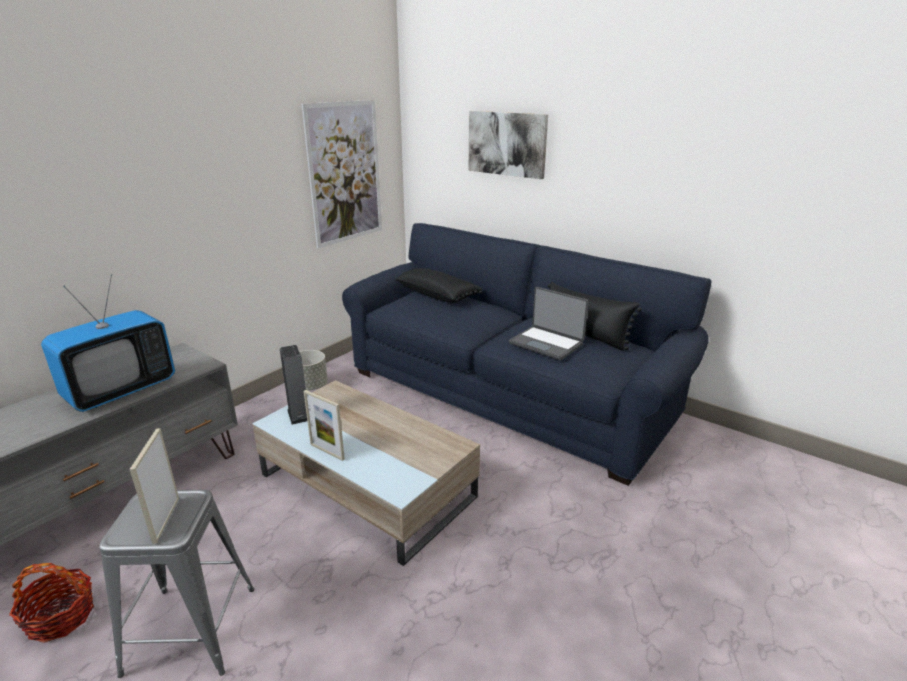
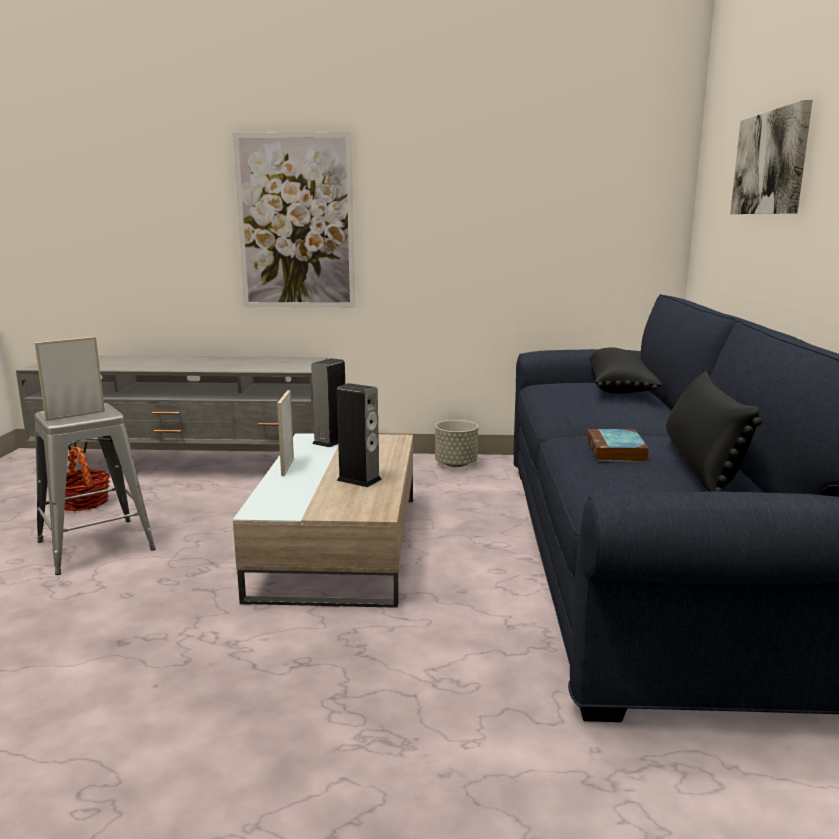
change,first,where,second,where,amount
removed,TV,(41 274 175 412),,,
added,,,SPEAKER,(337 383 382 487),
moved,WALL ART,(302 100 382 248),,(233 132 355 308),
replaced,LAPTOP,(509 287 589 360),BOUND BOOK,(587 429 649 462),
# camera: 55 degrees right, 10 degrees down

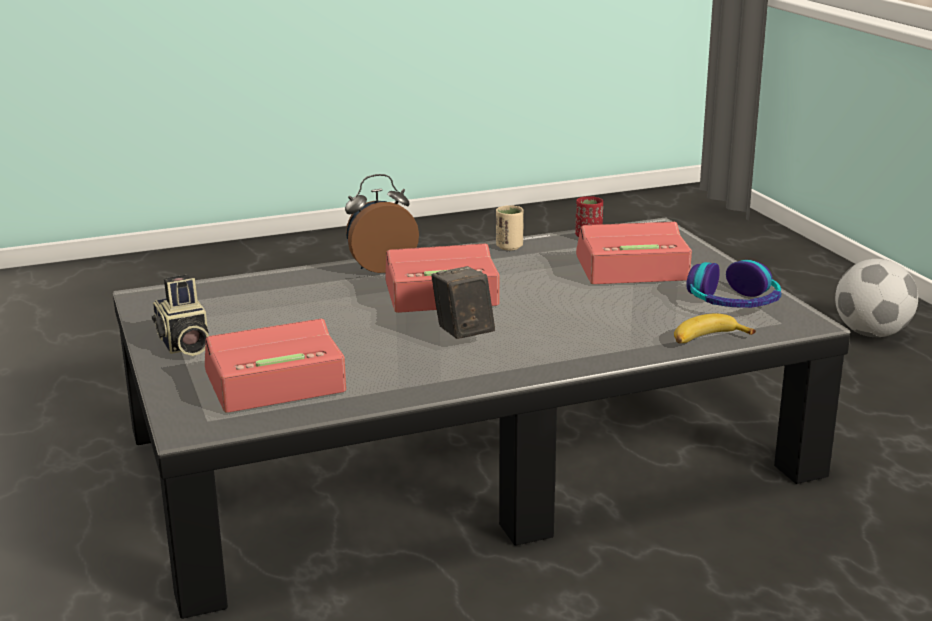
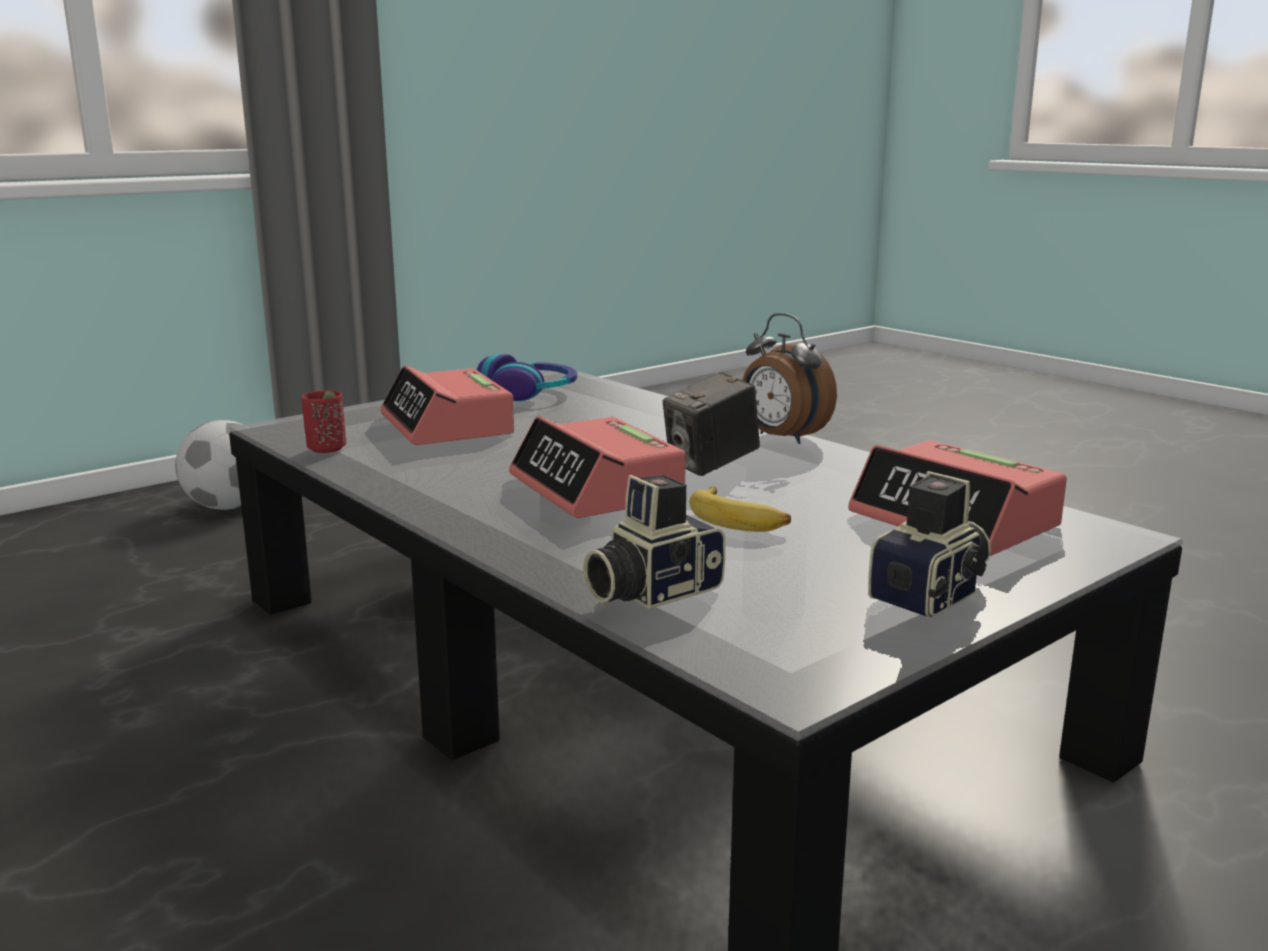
change,first,where,second,where,amount
removed,BEIGE SMALL CUP,(496 205 524 250),,,
added,,,PHOTO CAMERA,(583 475 725 609),
moved,ALARM CLOCK,(345 174 419 273),,(743 313 837 444),
moved,BANANA FRUIT,(674 313 756 343),,(689 487 791 532),
# camera: 110 degrees left, 5 degrees down

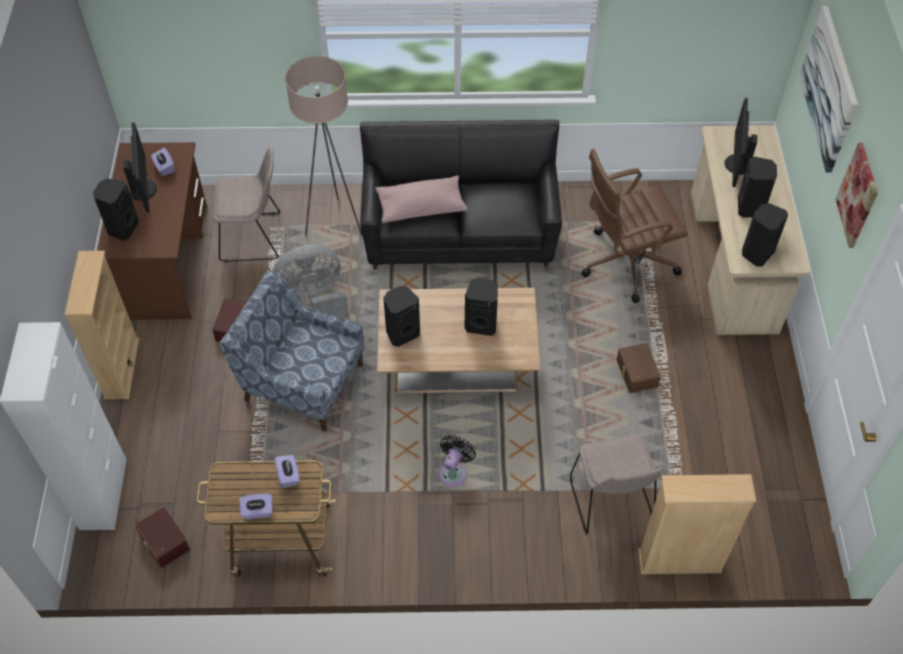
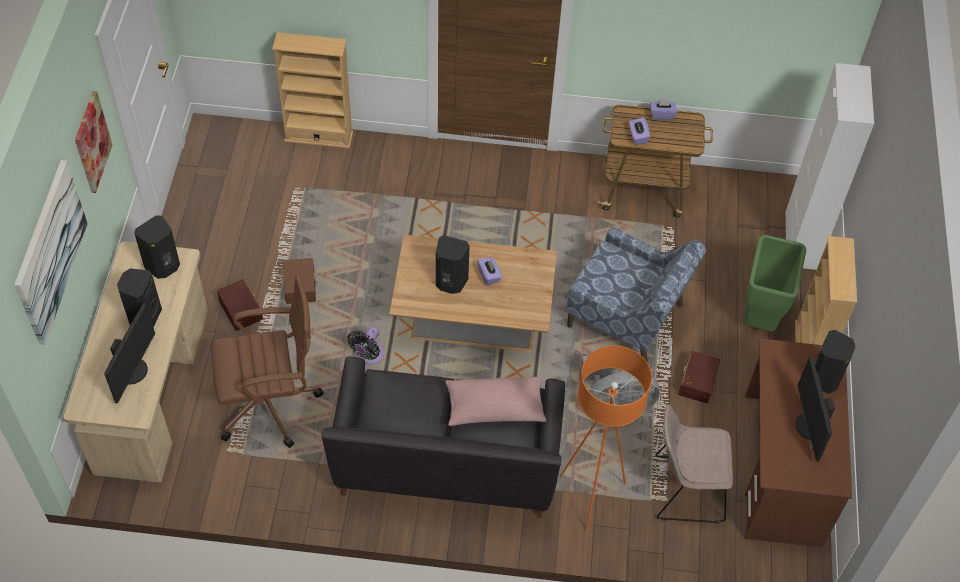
change,first,where,second,where,amount
removed,BLACK SPEAKER,(383 286 420 347),,,
removed,BEIGE CHAIR,(570 435 664 534),,,
added,,,GREENISH RUBBISH BIN,(744 235 806 332),
moved,BROWNISH STORAGE BOX,(135 507 190 568),,(217 279 263 331),
moved,PURPLE-COLOURED TISSUE HOLDER,(151 148 175 176),,(477 257 502 285),
moved,BLACK COOLING FAN,(439 435 476 487),,(347 326 384 364),
recoloured,BEIGE STANDING LAMP,(285 56 362 236),ORANGE-COLOURED STANDING LAMP,(560 346 652 531),
# camera: 175 degrees left, 0 degrees up

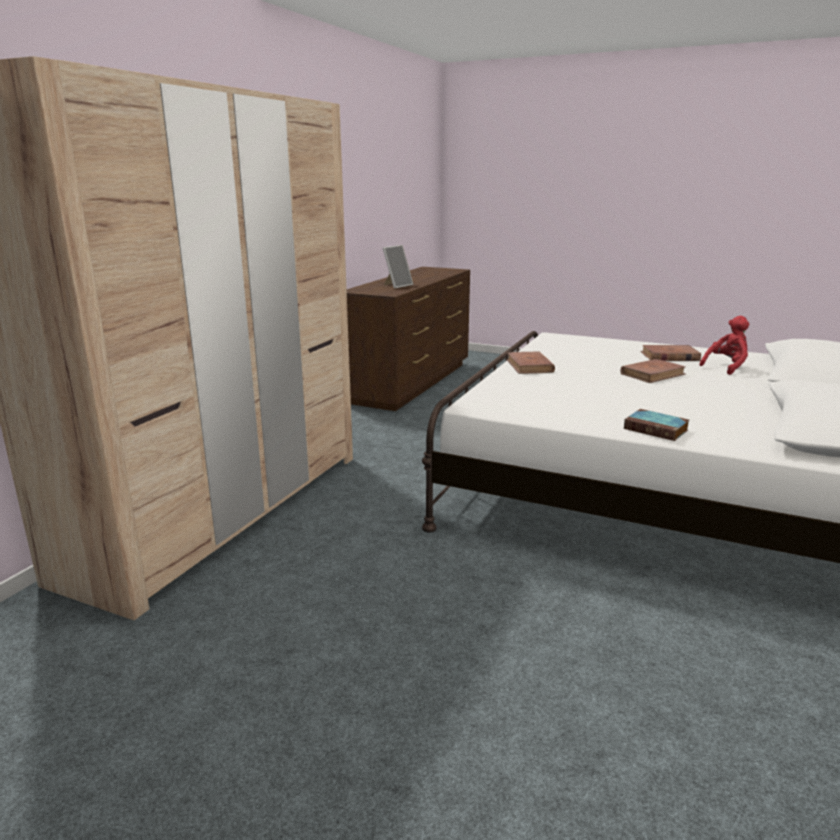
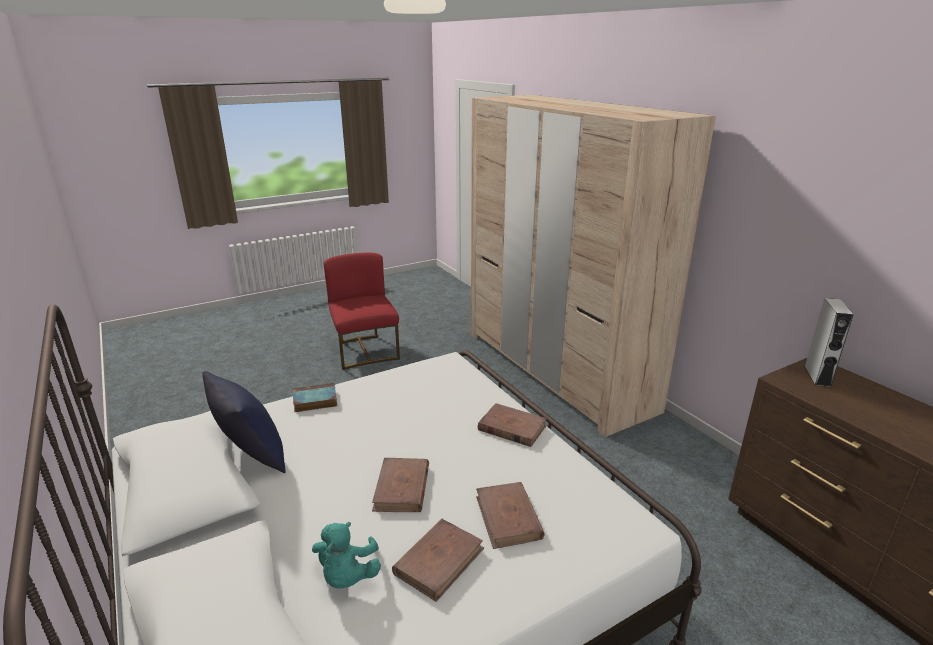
change,first,where,second,where,amount
removed,PICTURE FRAME,(383 245 413 289),,,
added,,,BLUISH THROW PILLOW,(202 371 286 473),
added,,,RED CHAIR,(324 253 400 370),
added,,,BROWNISH BOUND BOOK,(476 482 545 549),
added,,,GREY SPEAKER,(805 298 854 387),
recoloured,RED PLUSH TOY,(699 316 749 375),TURQUOISE-COLOURED PLUSH TOY,(312 522 381 588),
# camera: 125 degrees right, 5 degrees up

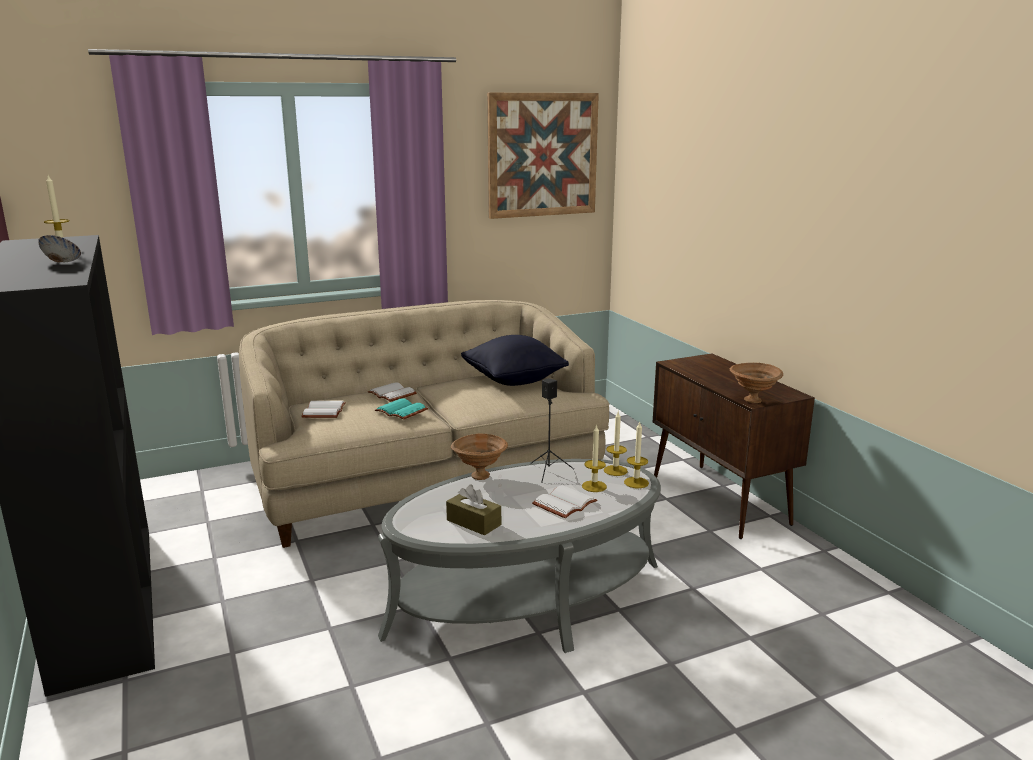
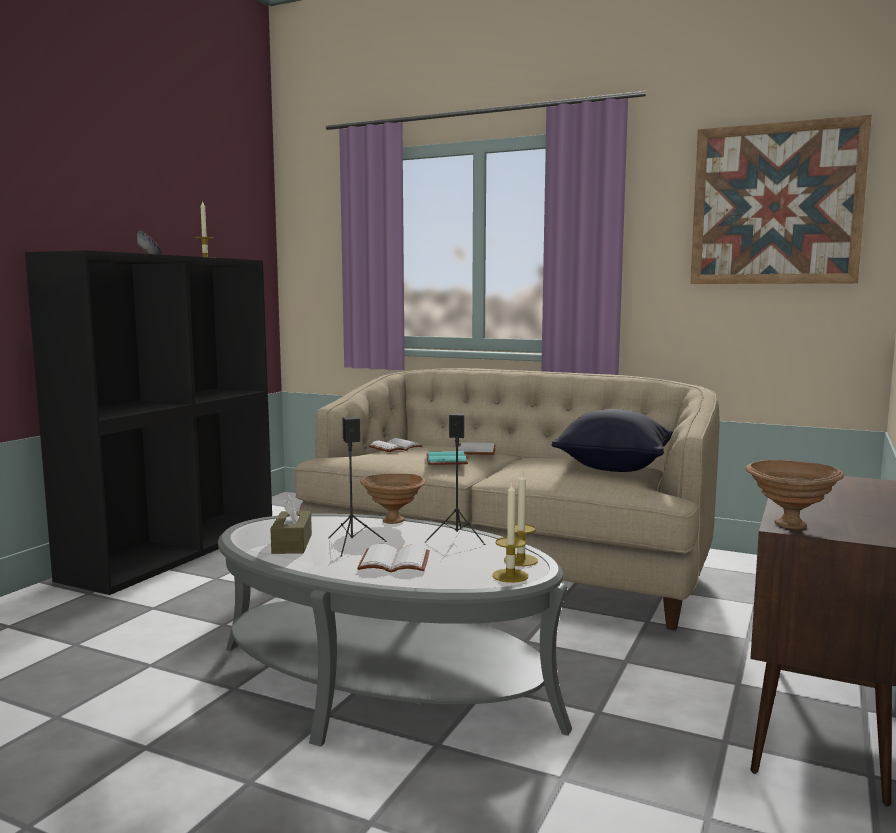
change,first,where,second,where,amount
removed,CANDLE,(582 424 607 492),,,
added,,,BLACK SPEAKER,(328 417 387 557),
# camera: 50 degrees right, 10 degrees down

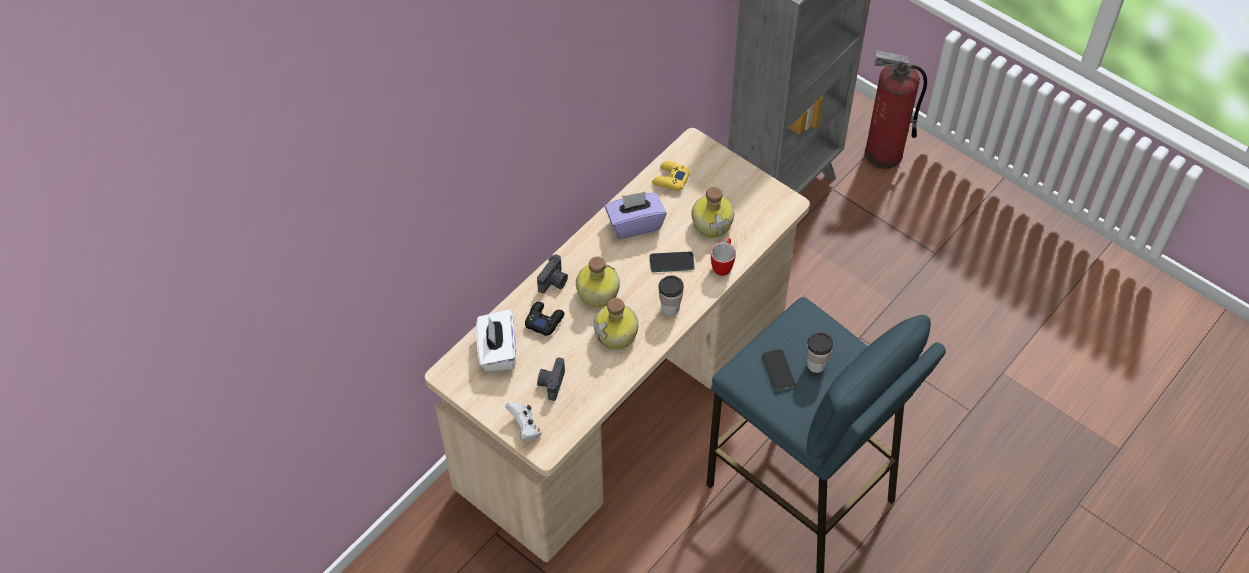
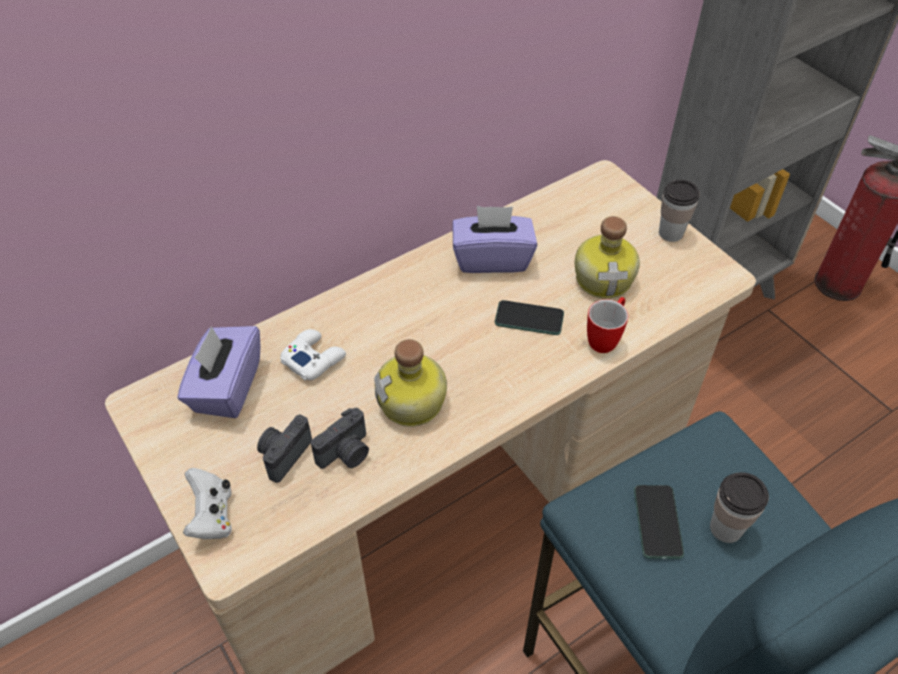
change,first,where,second,where,amount
removed,BEVERAGE BOTTLE,(576 256 620 308),,,
removed,YELLOW JOYPAD,(652 161 691 191),,,
moved,PHOTO CAMERA,(537 254 568 294),,(311 408 369 469),
moved,SMALL CUP,(658 275 684 316),,(659 180 700 242),
recoloured,WHITE TISSUE HOLDER,(476 309 516 371),PURPLE-COLOURED TISSUE HOLDER,(178 326 261 418),
recoloured,BLACK JOYPAD,(525 302 565 336),WHITE JOYPAD,(280 329 346 381),
# camera: 15 degrees right, 5 degrees down

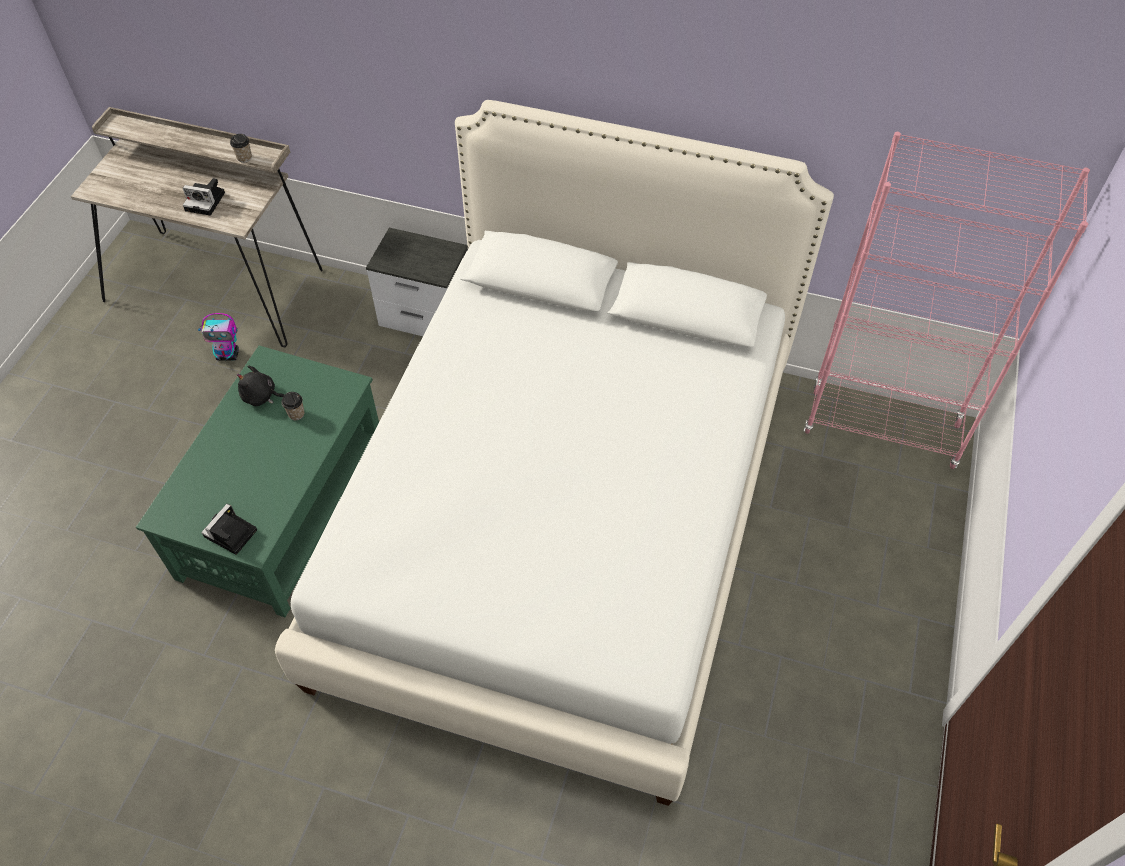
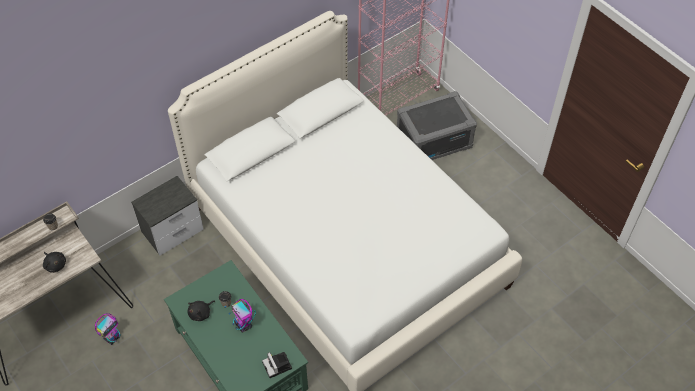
change,first,where,second,where,amount
added,,,TOY ROBOT,(224 299 256 333),
added,,,GREY STORAGE BOX,(397 91 477 160),
replaced,PHOTO CAMERA,(182 178 225 216),BLACK PLUSH TOY,(43 252 66 273),
# camera: 55 degrees left, 0 degrees up

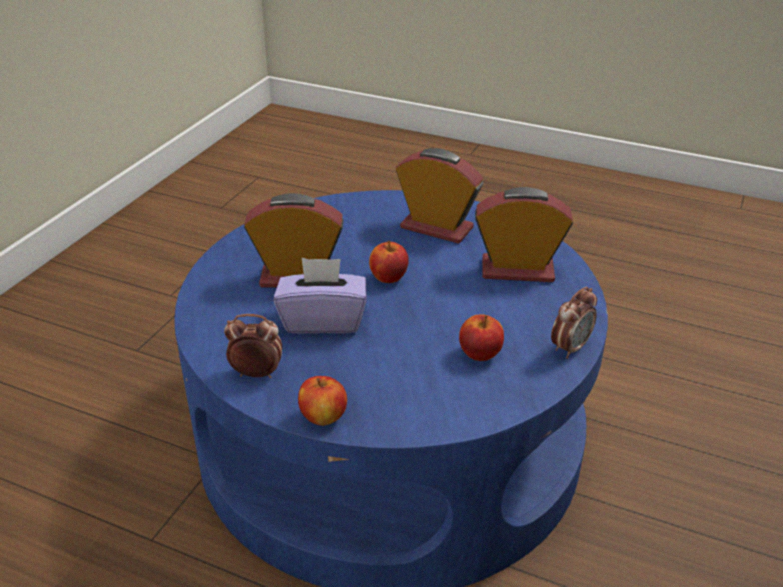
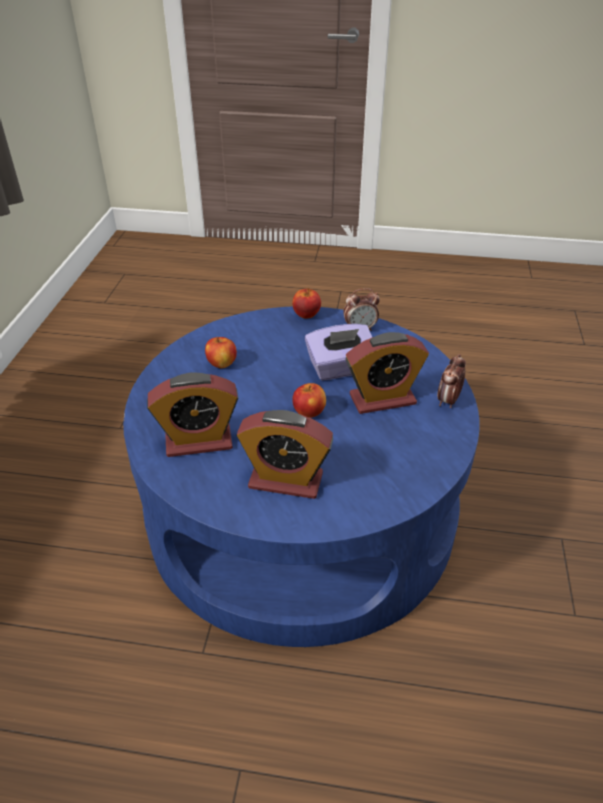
change,first,where,second,where,amount
moved,ALARM CLOCK,(551 287 597 359),,(437 354 466 408),
# camera: 165 degrees right, 5 degrees up

